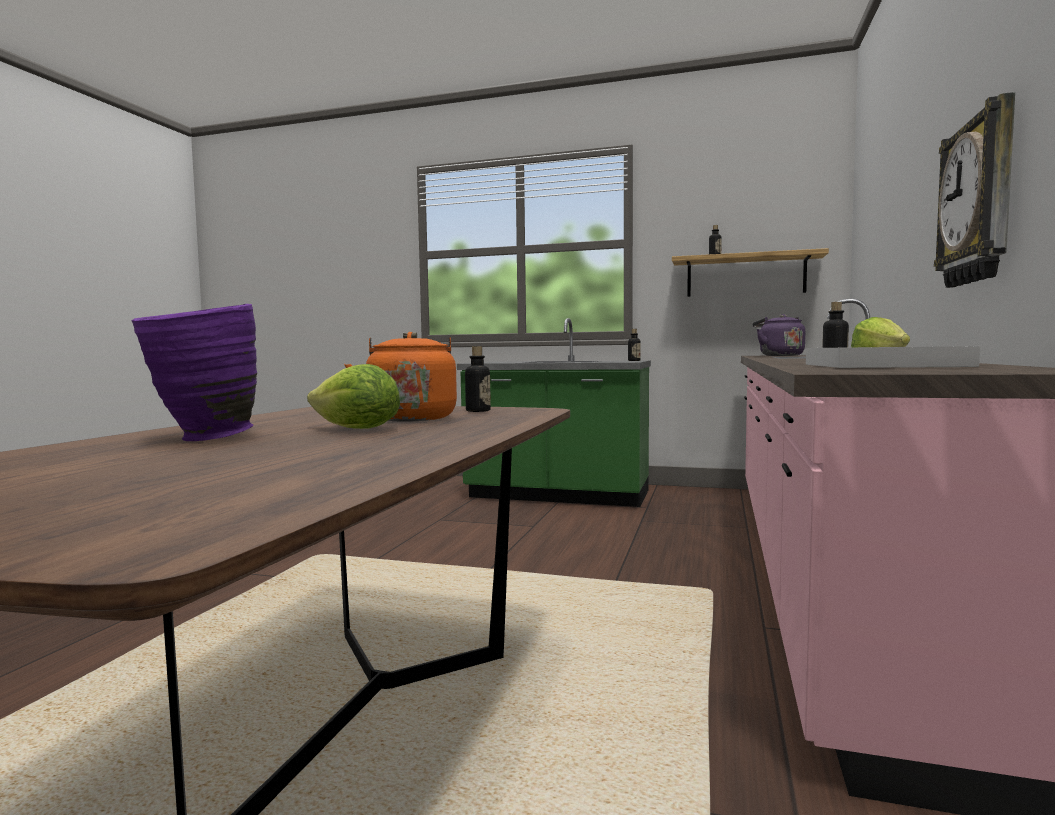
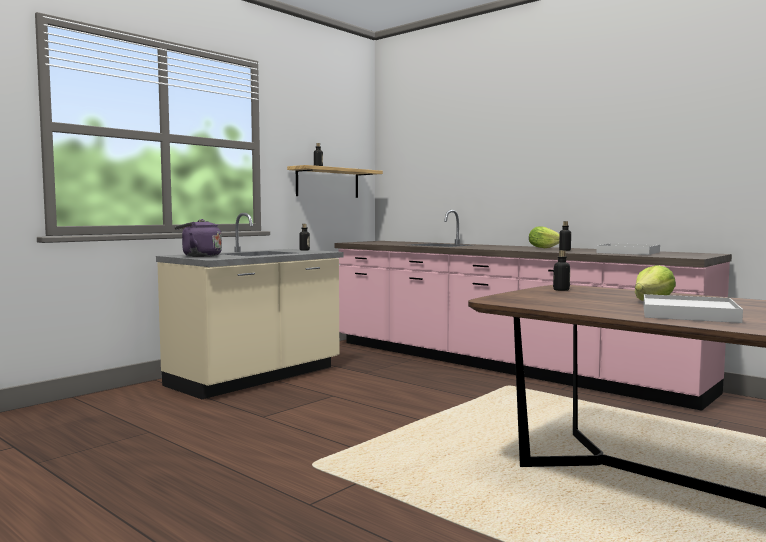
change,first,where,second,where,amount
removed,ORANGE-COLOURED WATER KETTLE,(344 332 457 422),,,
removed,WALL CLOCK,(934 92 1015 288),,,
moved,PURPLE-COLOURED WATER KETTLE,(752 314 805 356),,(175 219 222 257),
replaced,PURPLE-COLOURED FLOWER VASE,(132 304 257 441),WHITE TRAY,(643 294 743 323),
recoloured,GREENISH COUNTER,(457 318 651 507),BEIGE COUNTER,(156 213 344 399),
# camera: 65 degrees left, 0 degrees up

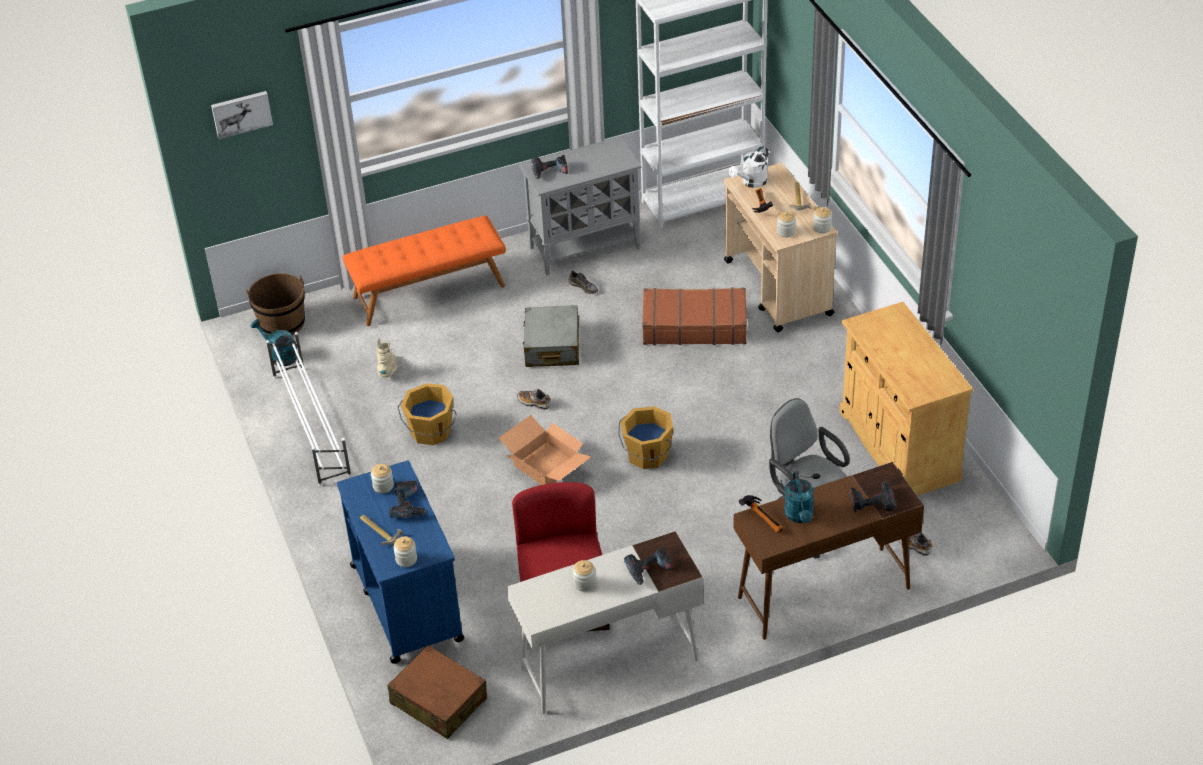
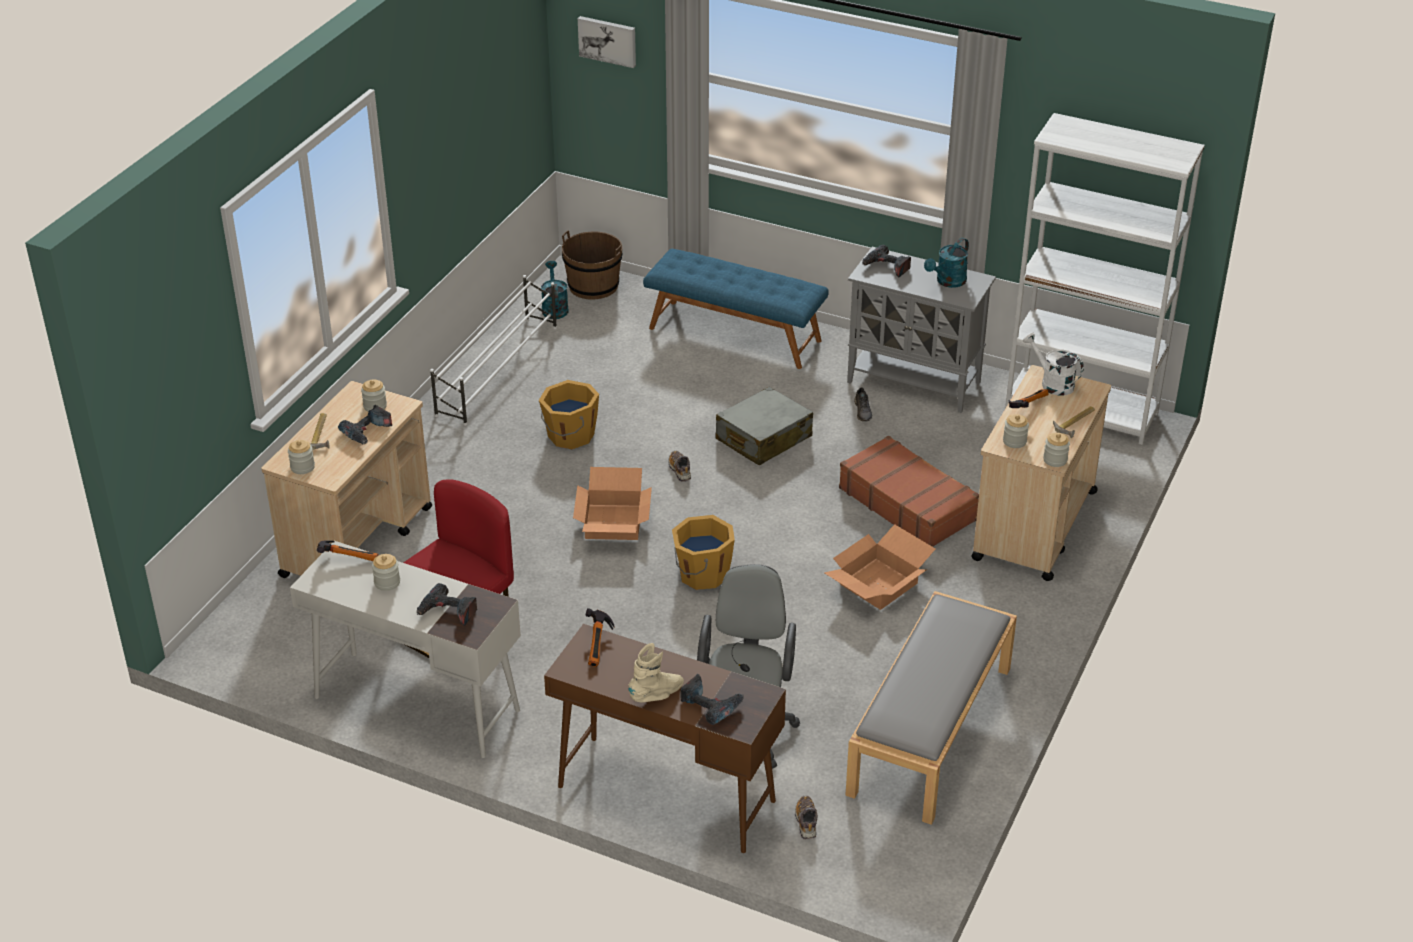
change,first,where,second,where,amount
removed,BROWNISH PIECE OF LUGGAGE,(387 645 487 739),,,
added,,,HAMMER,(317 540 379 561),
added,,,CARTON,(825 524 935 610),
moved,BEIGE TALL BOOT,(377 338 397 378),,(628 643 684 702),
moved,TURQUOISE-COLOURED WATERING POT,(784 471 814 523),,(924 238 969 288),
replaced,BEIGE CABINET,(840 302 973 496),GREY INDOOR BENCH,(845 591 1017 825),
recoloured,BLUISH TROLLEY,(337 460 464 664),BEIGE TROLLEY,(261 381 432 578),
recoloured,ORANGE-COLOURED INDOOR BENCH,(343 215 506 326),BLUISH INDOOR BENCH,(643 249 829 369),
turned,WHITE WATERING POT,(729 146 769 188),,(1023 332 1084 396),45 degrees clockwise
# camera: 45 degrees right, 5 degrees down

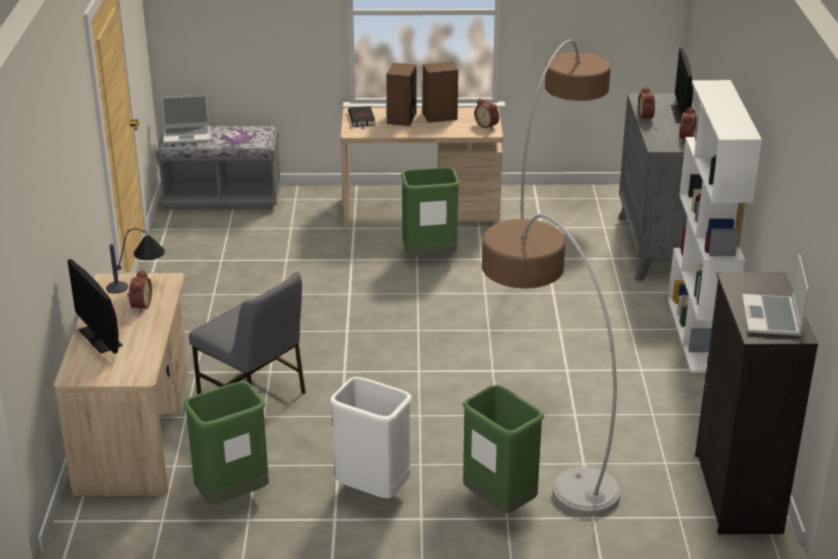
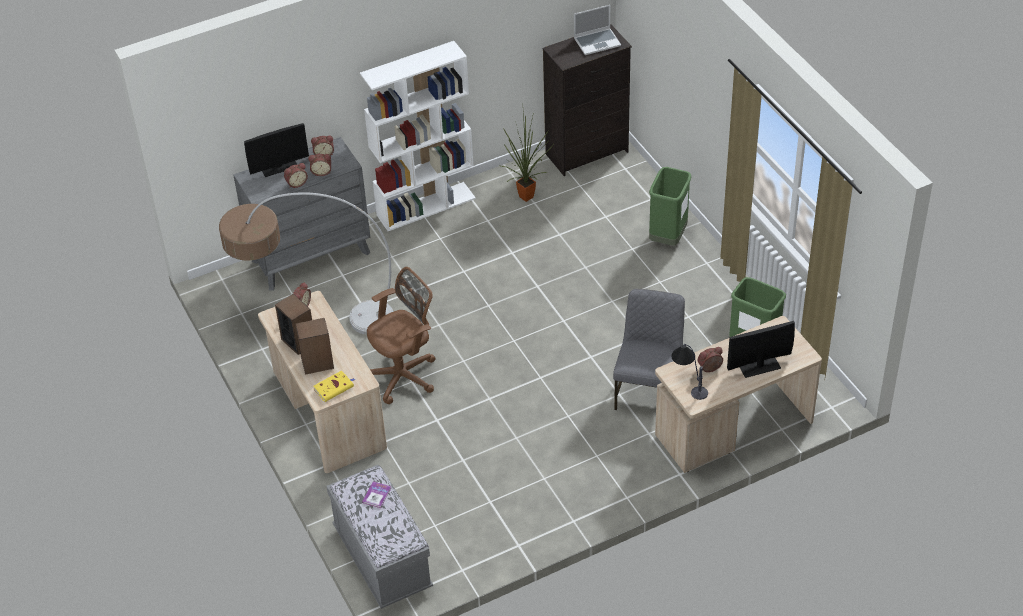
change,first,where,second,where,amount
removed,LAPTOP,(161 95 210 144),,,
removed,WHITE RUBBISH BIN,(330 377 412 498),,,
removed,STANDING LAMP,(482 214 621 516),,,
added,,,ALARM CLOCK,(308 154 331 176),
added,,,POTTED PLANT,(501 112 554 202),
replaced,GREENISH RUBBISH BIN,(401 167 460 255),BROWNISH OFFICE CHAIR,(367 267 436 404),
recoloured,BLACK BOUND BOOK,(348 106 375 129),YELLOW BOUND BOOK,(313 370 356 402),
turned,COMPUTER DISPLAY,(67 259 123 354),,(727 321 795 378),135 degrees counterclockwise
# camera: 115 degrees left, 15 degrees up

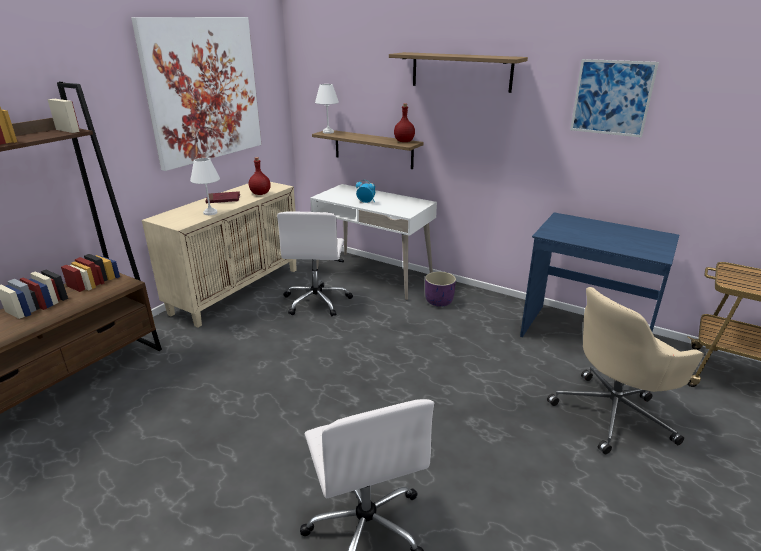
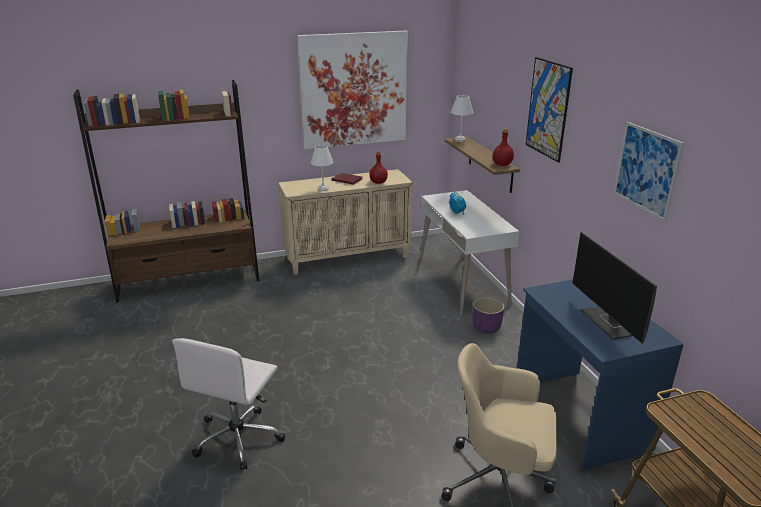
change,first,where,second,where,amount
removed,WHITE OFFICE CHAIR,(277 212 353 316),,,
added,,,COMPUTER DISPLAY,(572 232 657 344),
replaced,BRACKET SHELF,(389 52 528 93),WALL ART,(525 57 573 163),
# camera: 40 degrees right, 0 degrees up

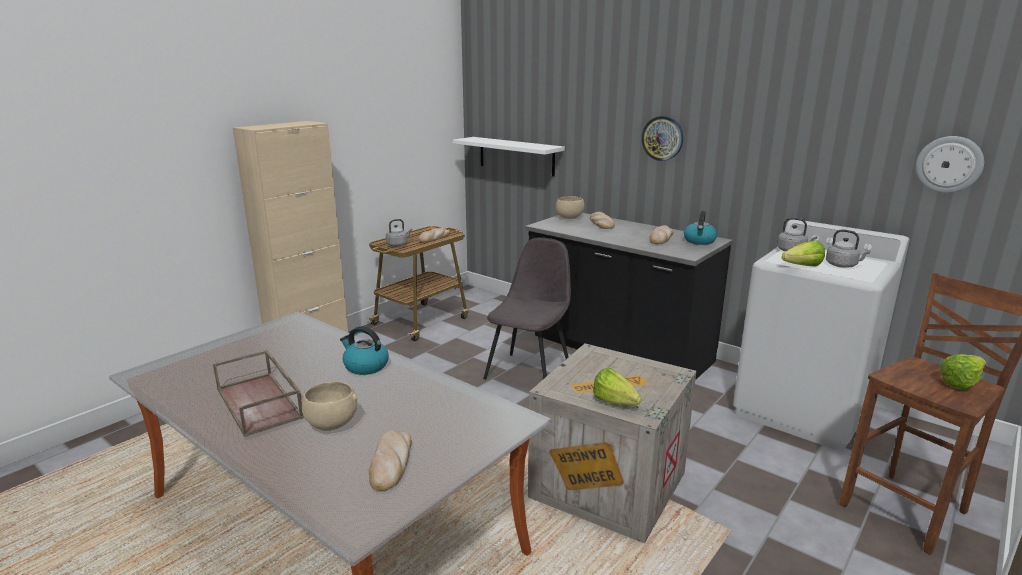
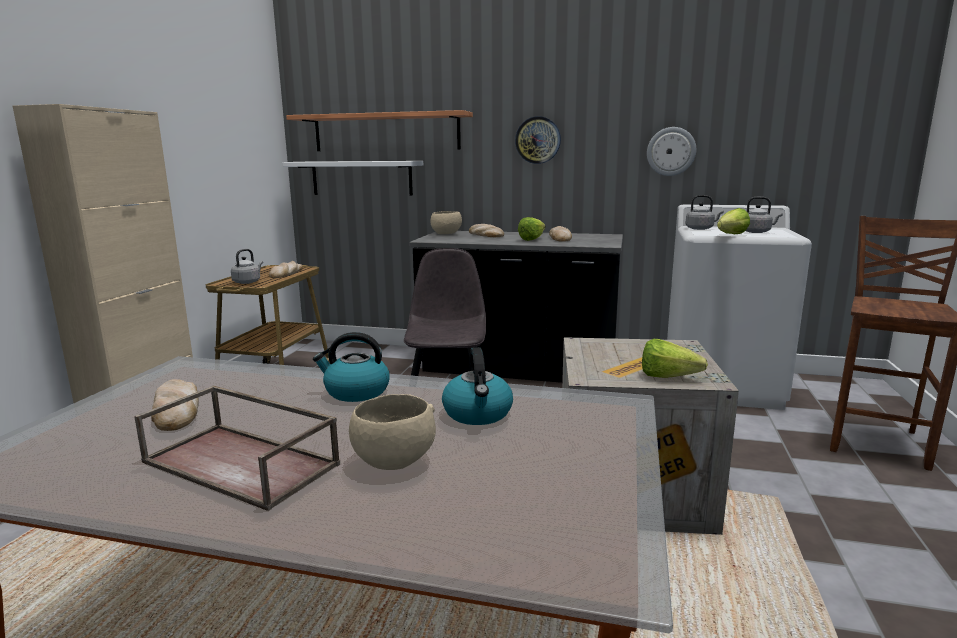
change,first,where,second,where,amount
added,,,BRACKET SHELF,(286 110 473 151),
moved,BAKERY BREAD,(369 430 412 491),,(151 379 199 431),
moved,WATER KETTLE,(684 211 717 245),,(442 347 513 425),
moved,WALL CLOCK,(916 136 984 193),,(647 127 696 176),
moved,LETTUCE HEAD,(940 354 986 389),,(518 217 545 241),
# camera: 25 degrees left, 5 degrees down

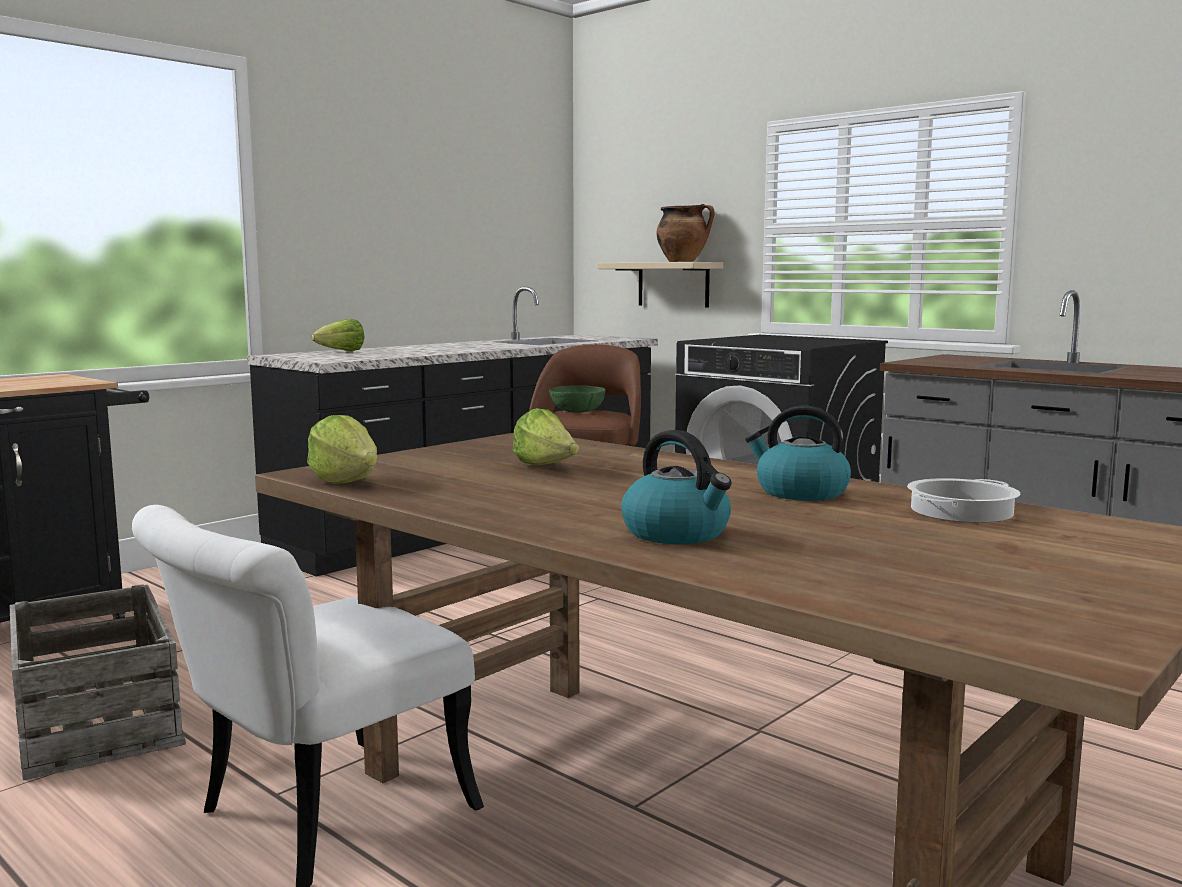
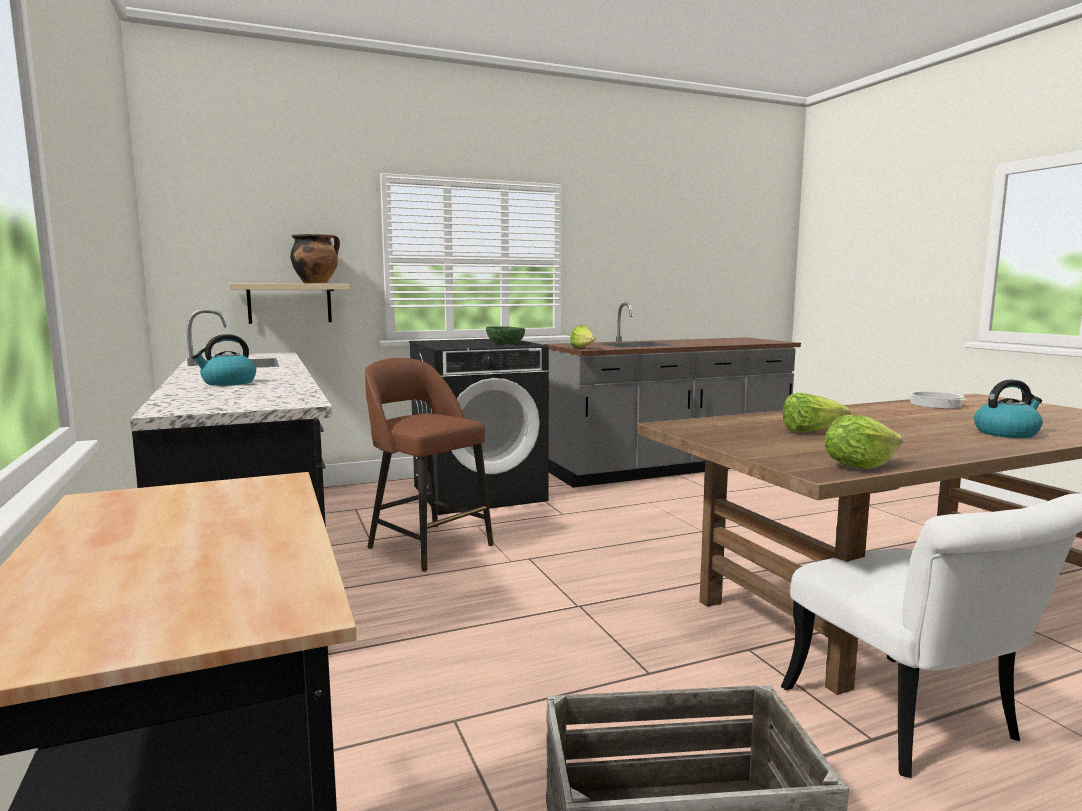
change,first,where,second,where,amount
moved,LETTUCE HEAD,(311 318 364 351),,(570 325 596 348),
moved,GREENISH BOWL,(549 385 606 413),,(486 326 525 344),
moved,WATER KETTLE,(745 406 851 501),,(191 334 256 386),
# camera: 65 degrees left, 0 degrees up

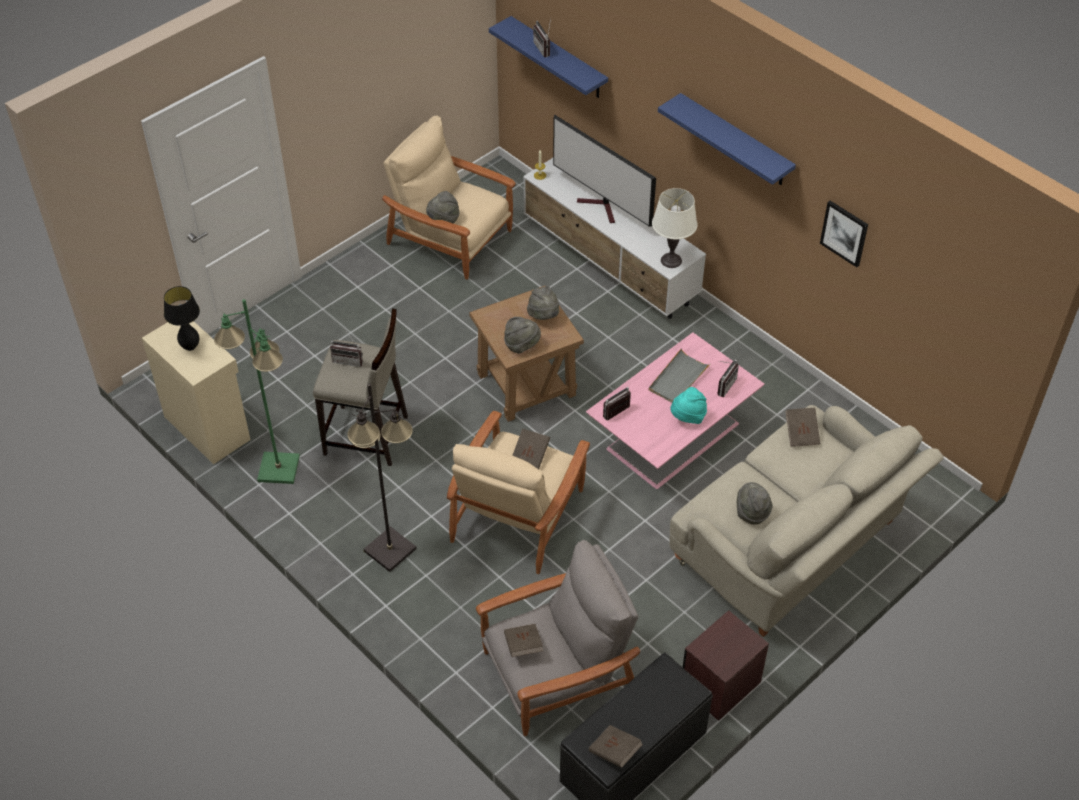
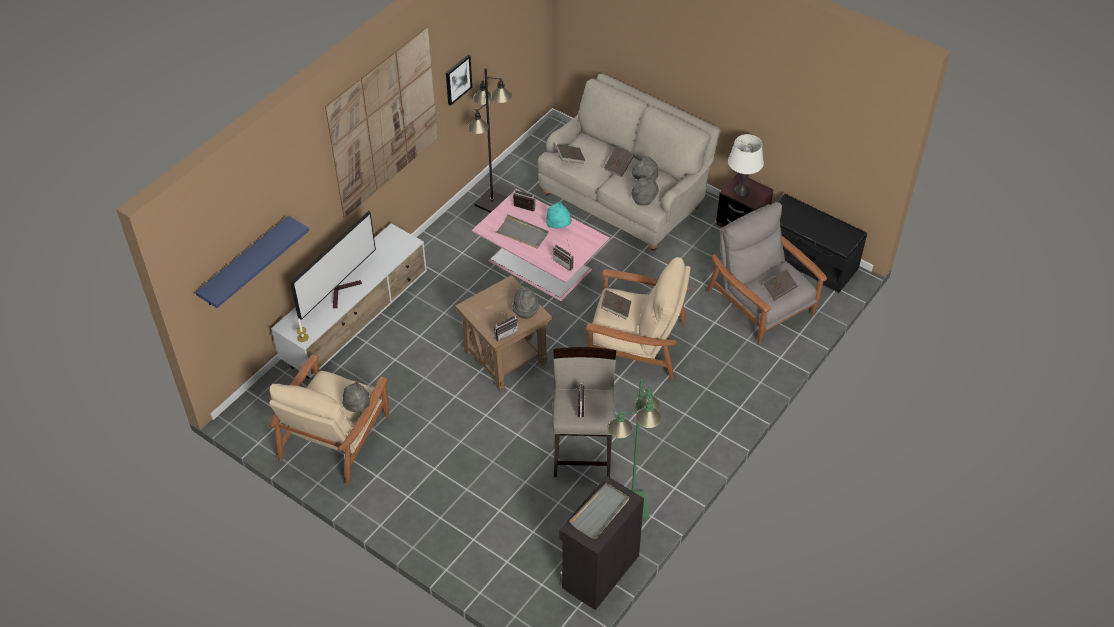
change,first,where,second,where,amount
moved,BLACK STANDING LAMP,(348 383 417 572),,(468 68 512 213),
moved,GREY CLOTHING HAT,(527 286 559 320),,(631 178 658 205),
moved,RADIO RECEIVER,(533 19 551 57),,(494 311 518 341),
moved,BROWNISH BOUND BOOK,(589 725 643 768),,(604 147 634 177),
moved,WHITE TABLETOP LAMP,(652 188 698 268),,(728 134 764 197),
replaced,BLACK TABLETOP LAMP,(164 286 200 351),GREY TRAY,(569 483 629 539),
replaced,BLUISH BRACKET SHELF,(658 93 796 185),WALL ART,(325 27 438 218),
recoloured,BEIGE CABINET,(142 321 251 464),BLACK CABINET,(560 475 644 610),
# camera: 100 degrees left, 0 degrees up

